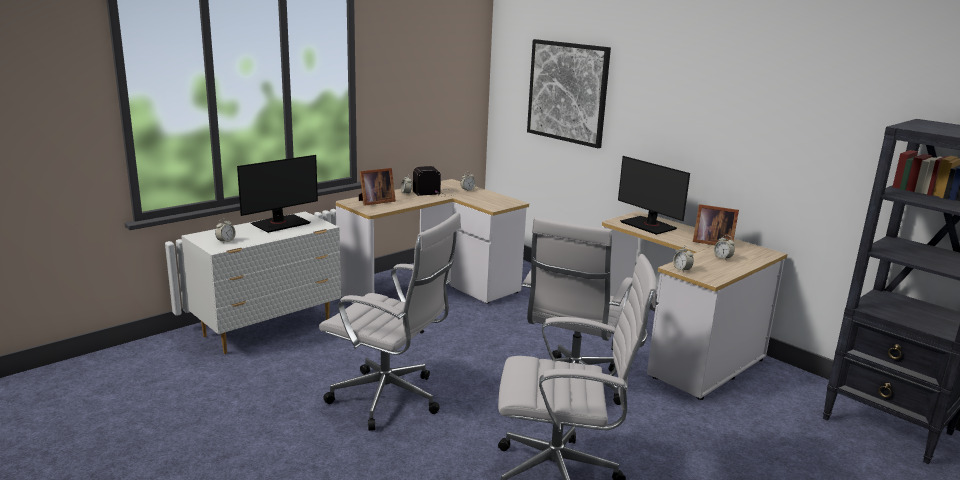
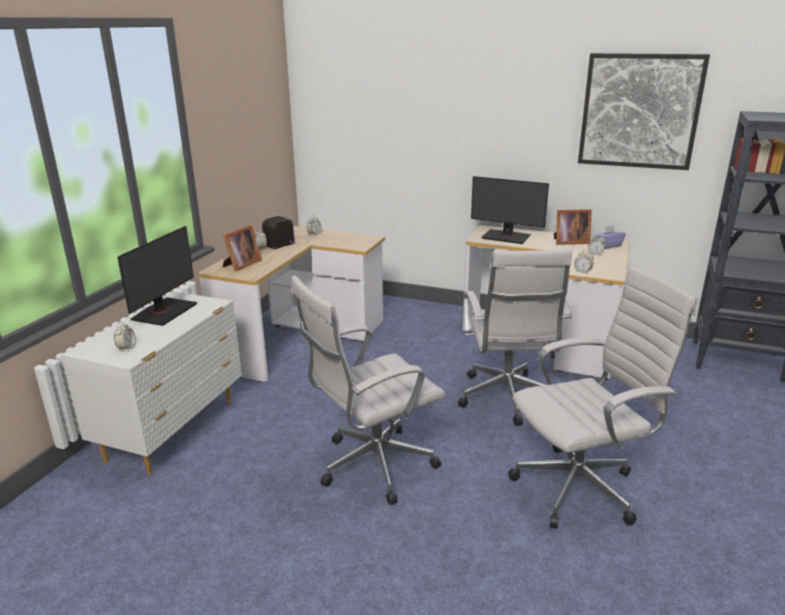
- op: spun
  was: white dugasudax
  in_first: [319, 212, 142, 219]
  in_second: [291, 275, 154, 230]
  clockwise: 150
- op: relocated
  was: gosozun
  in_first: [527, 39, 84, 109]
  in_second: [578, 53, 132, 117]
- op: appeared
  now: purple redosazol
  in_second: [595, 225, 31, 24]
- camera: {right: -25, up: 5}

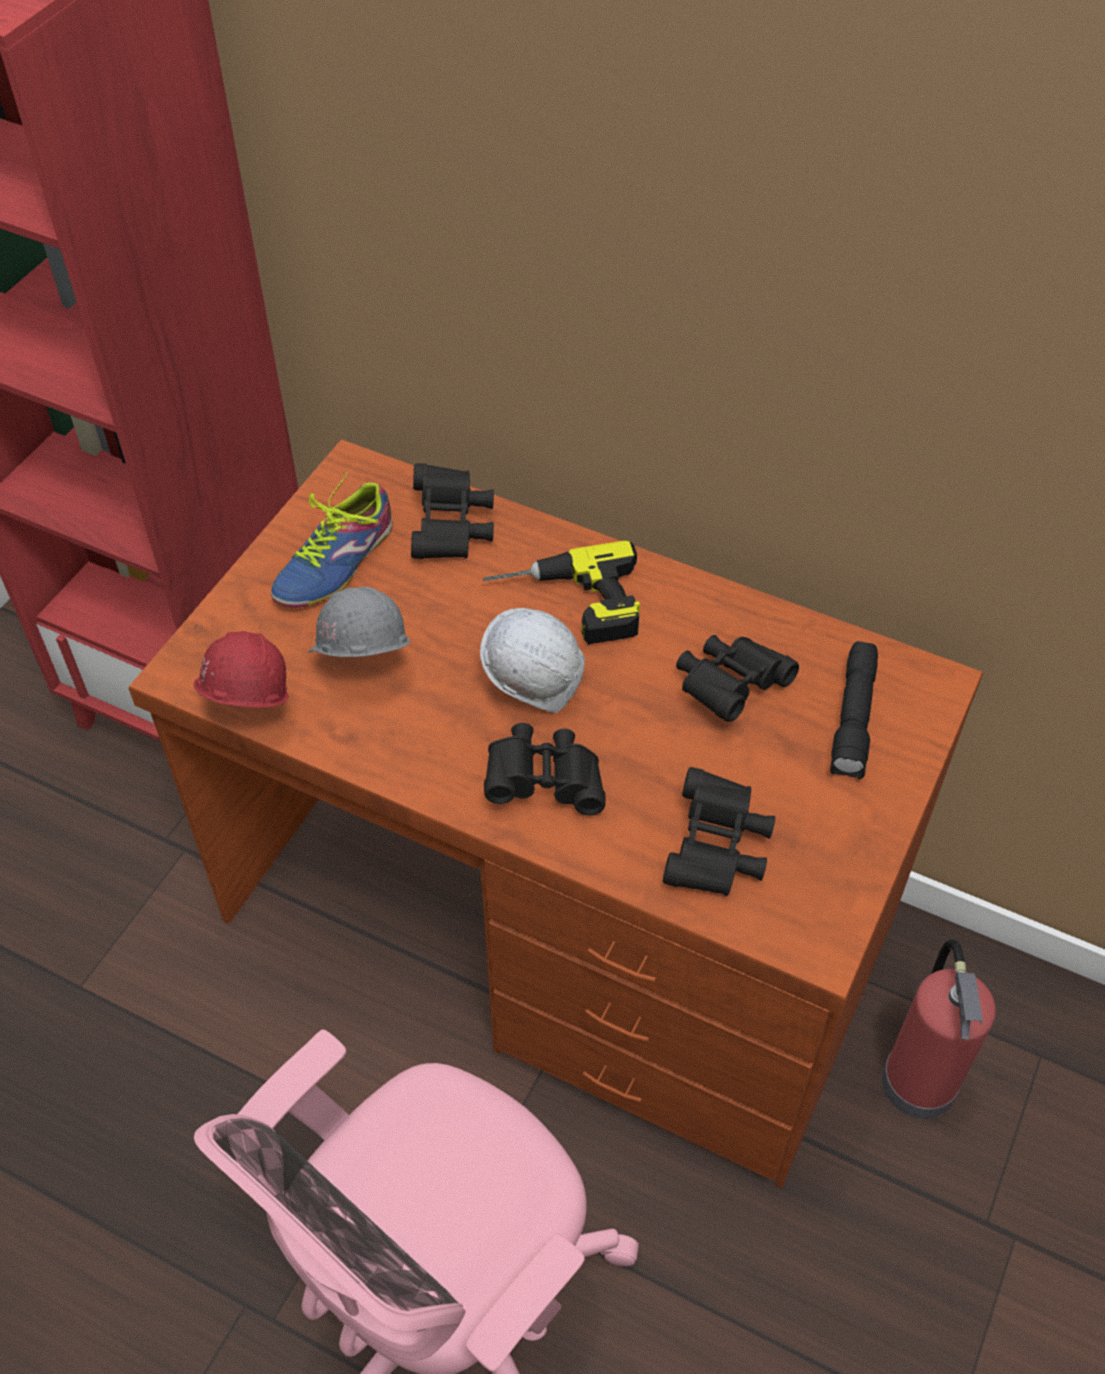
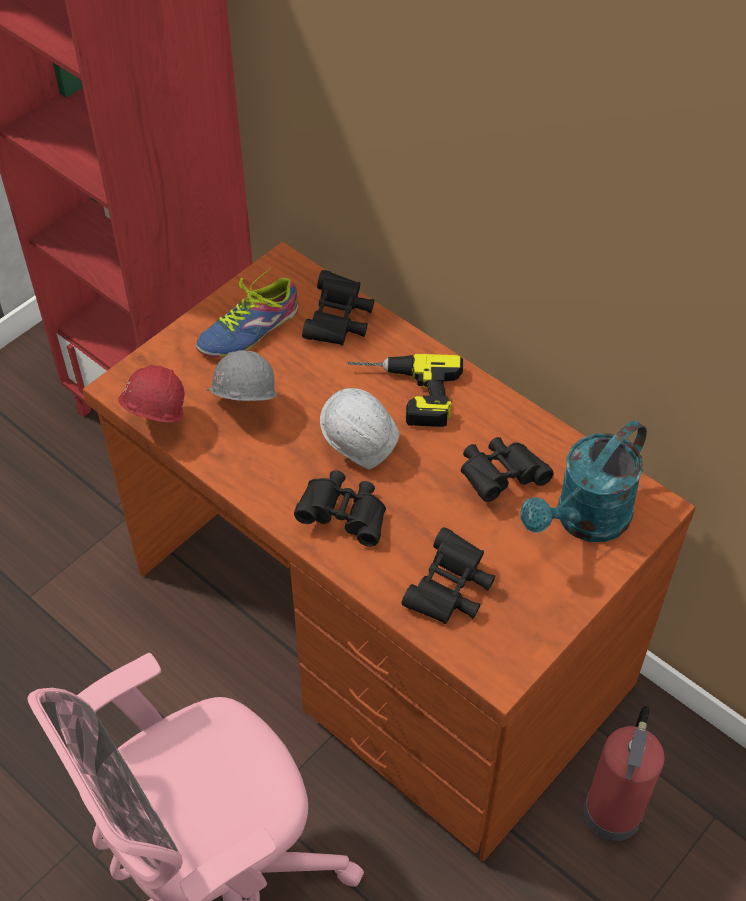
- op: exchanged
  was: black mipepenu
  now: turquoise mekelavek
  in_first: [830, 641, 48, 139]
  in_second: [521, 421, 126, 121]
- camera: {right: 15, up: 0}

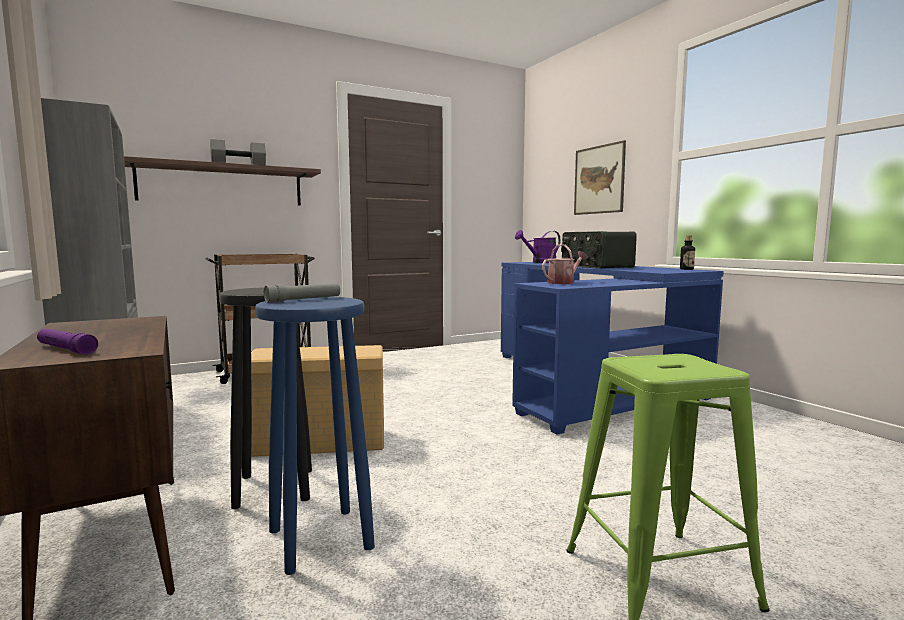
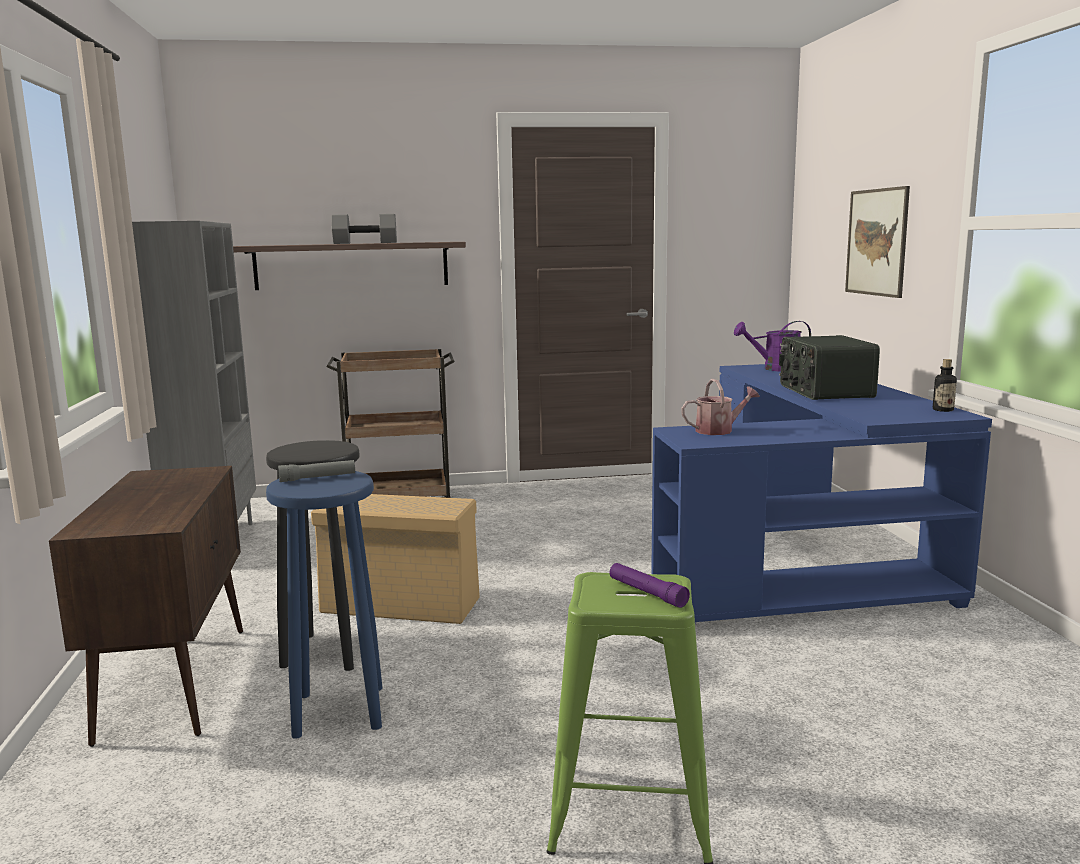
- op: relocated
  was: purple mipepenu
  in_first: [37, 329, 61, 26]
  in_second: [609, 563, 81, 45]
- camera: {right: 20, up: 5}

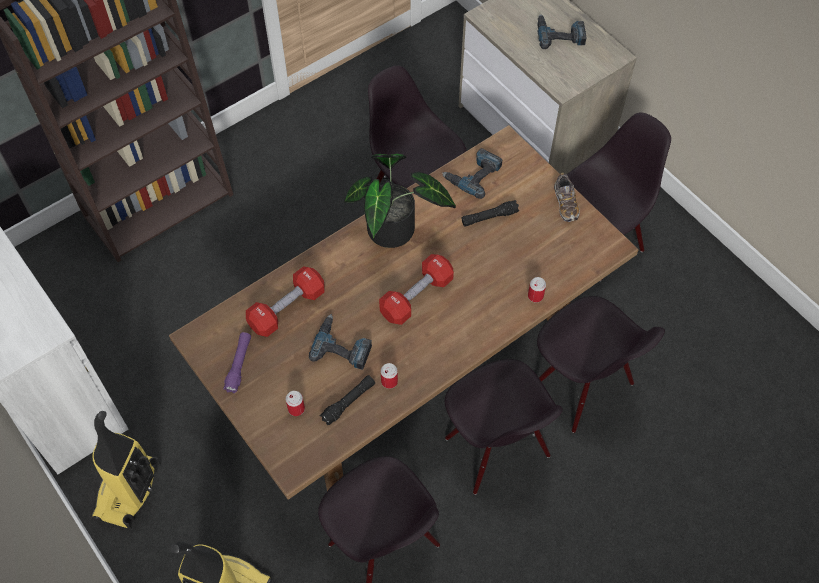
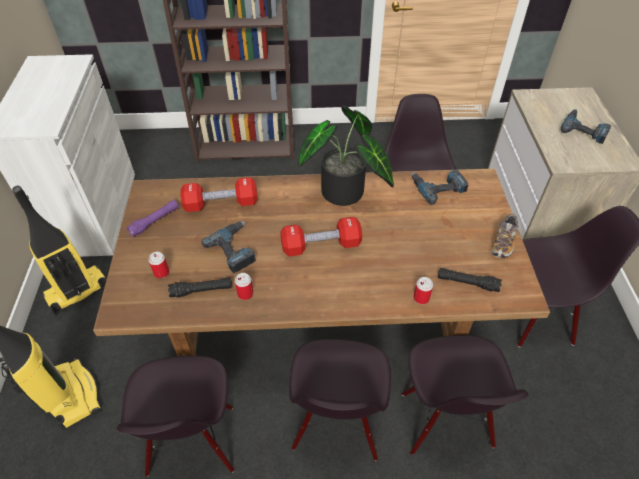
- op: relocated
  was: black mipepenu
  in_first: [462, 200, 57, 27]
  in_second: [438, 268, 64, 24]
- camera: {right: 35, up: -10}

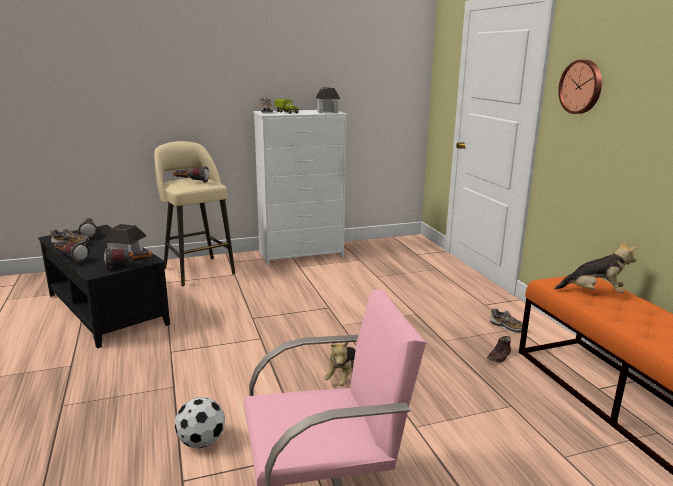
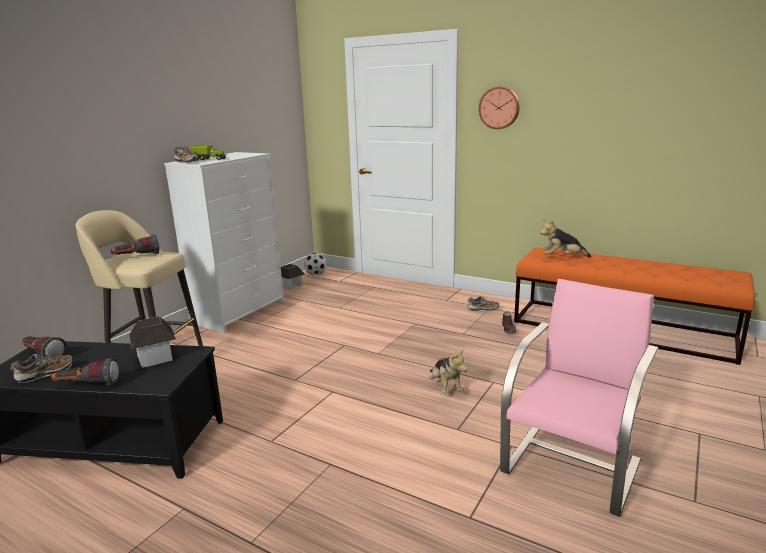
- op: relocated
  was: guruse
  in_first: [316, 87, 24, 26]
  in_second: [281, 264, 24, 26]
- op: relocated
  was: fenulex
  in_first: [175, 397, 50, 51]
  in_second: [304, 252, 23, 23]
- op: spun
  was: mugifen
  in_first: [554, 240, 83, 53]
  in_second: [540, 219, 51, 38]
  clockwise: -150
- op: missing
  was: mipepenu
  in_first: [104, 248, 49, 21]
- camera: {right: -40, up: 0}

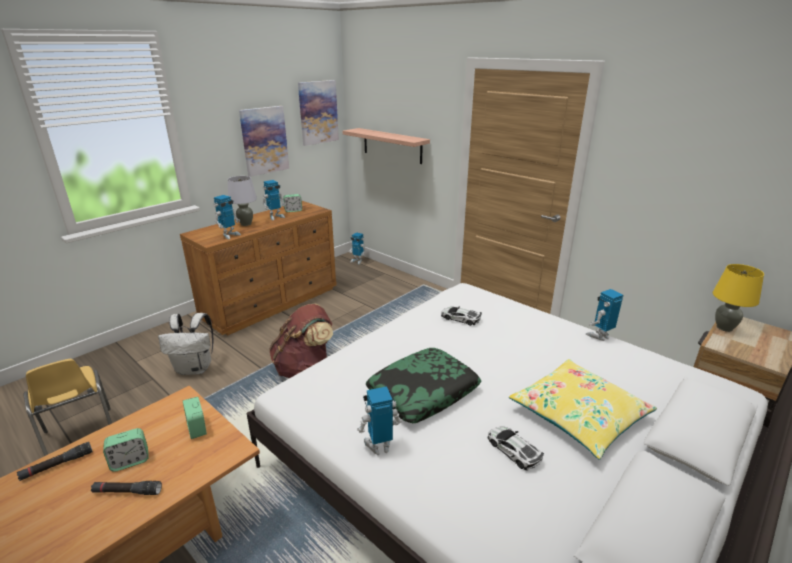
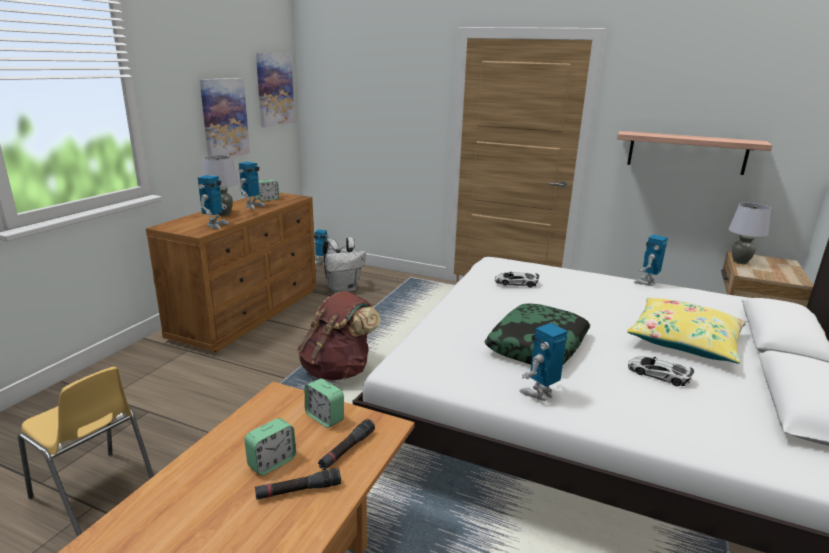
- op: relocated
  was: black mipepenu
  in_first: [17, 442, 76, 39]
  in_second: [318, 419, 57, 51]
- op: relocated
  was: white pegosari
  in_first: [158, 313, 55, 62]
  in_second: [323, 237, 43, 56]
- op: relocated
  was: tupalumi
  in_first: [343, 128, 87, 36]
  in_second: [617, 131, 155, 44]
- op: colour
  was: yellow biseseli
  now: grey biseseli
  in_first: [713, 264, 51, 68]
  in_second: [728, 203, 43, 61]
- camera: {right: -20, up: -5}

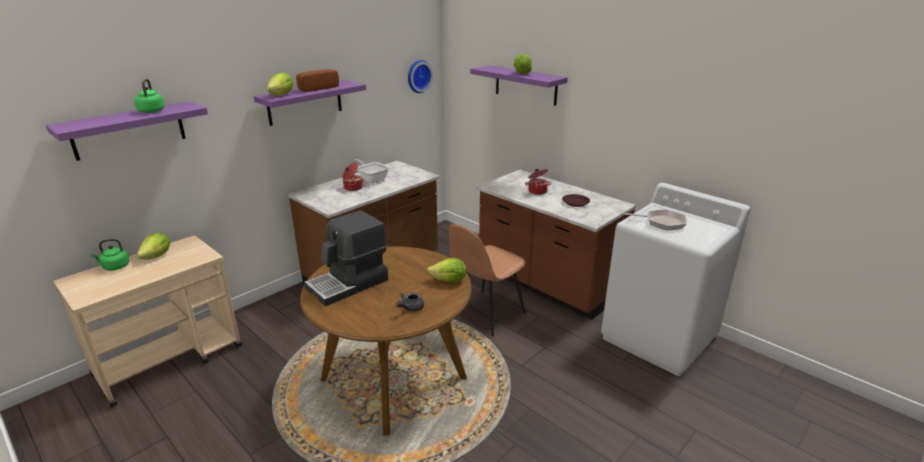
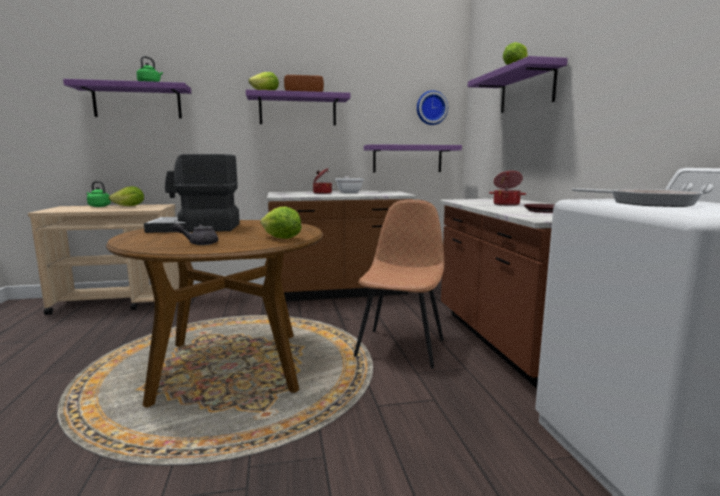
- op: spun
  was: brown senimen
  in_first: [449, 224, 77, 112]
  in_second: [354, 199, 90, 170]
  clockwise: 120
- op: appeared
  now: purple tupalumi
  in_second: [364, 144, 98, 28]
- camera: {right: 35, up: -15}

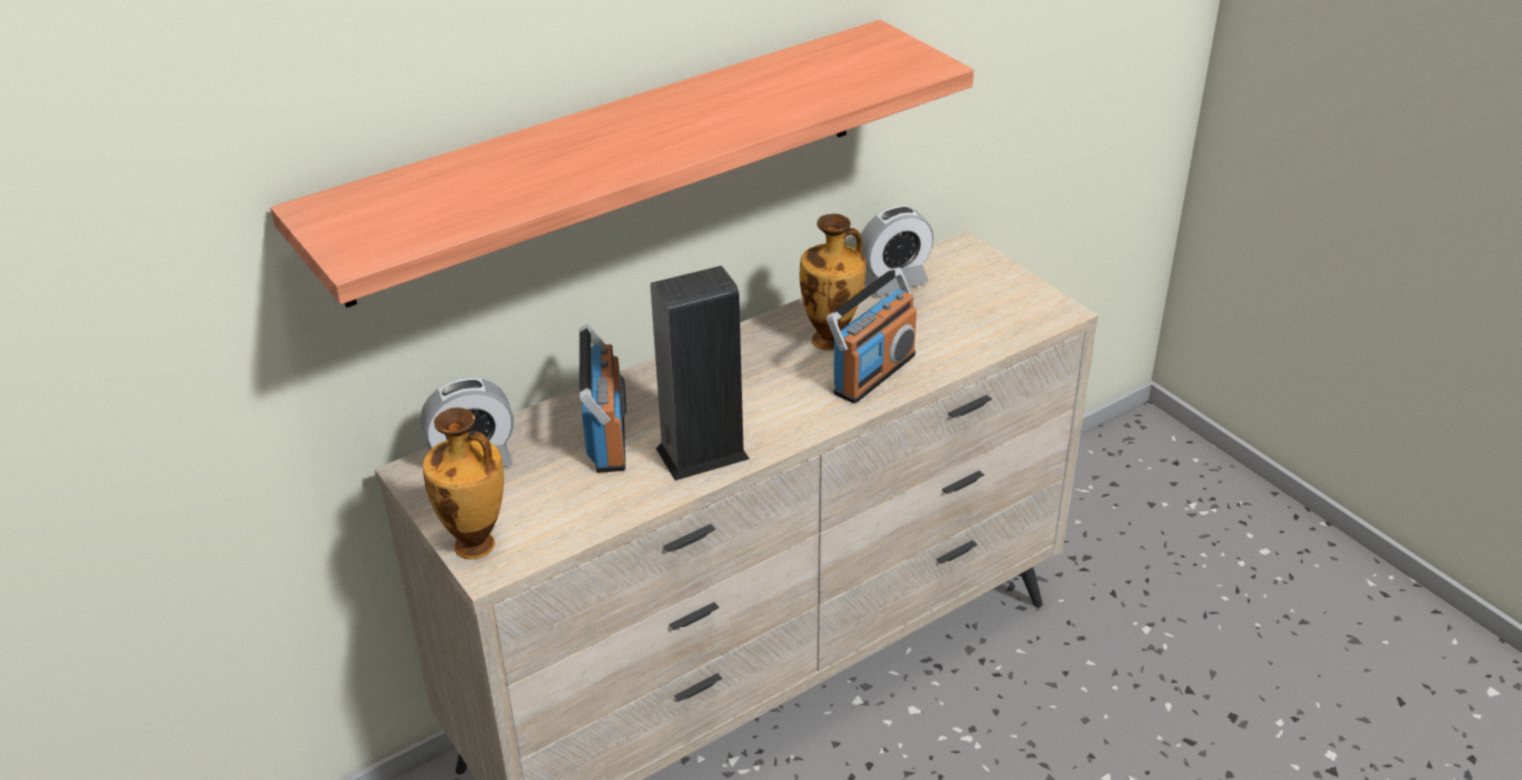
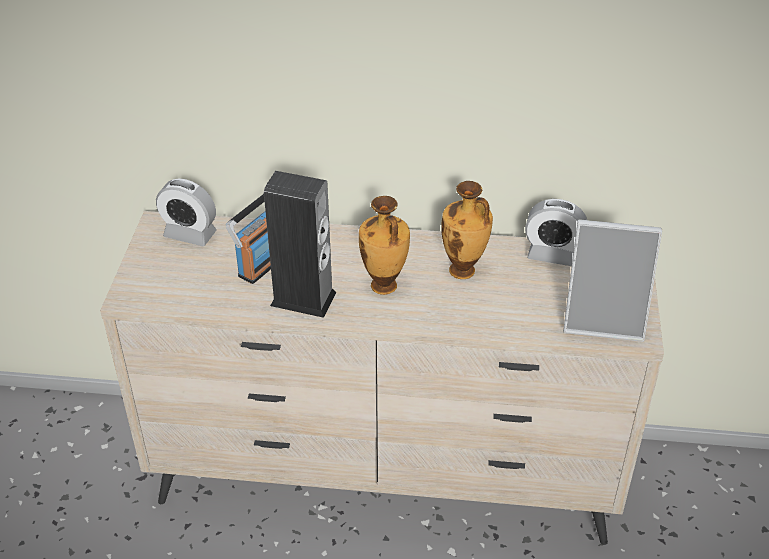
- op: relocated
  was: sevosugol
  in_first: [423, 408, 81, 151]
  in_second: [359, 196, 51, 99]
- op: appeared
  now: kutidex
  in_second: [563, 219, 99, 123]
- op: missing
  was: tupalumi
  in_first: [270, 20, 704, 288]
- op: missing
  was: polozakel
  in_first: [827, 267, 90, 137]
- camera: {right: 40, up: 5}

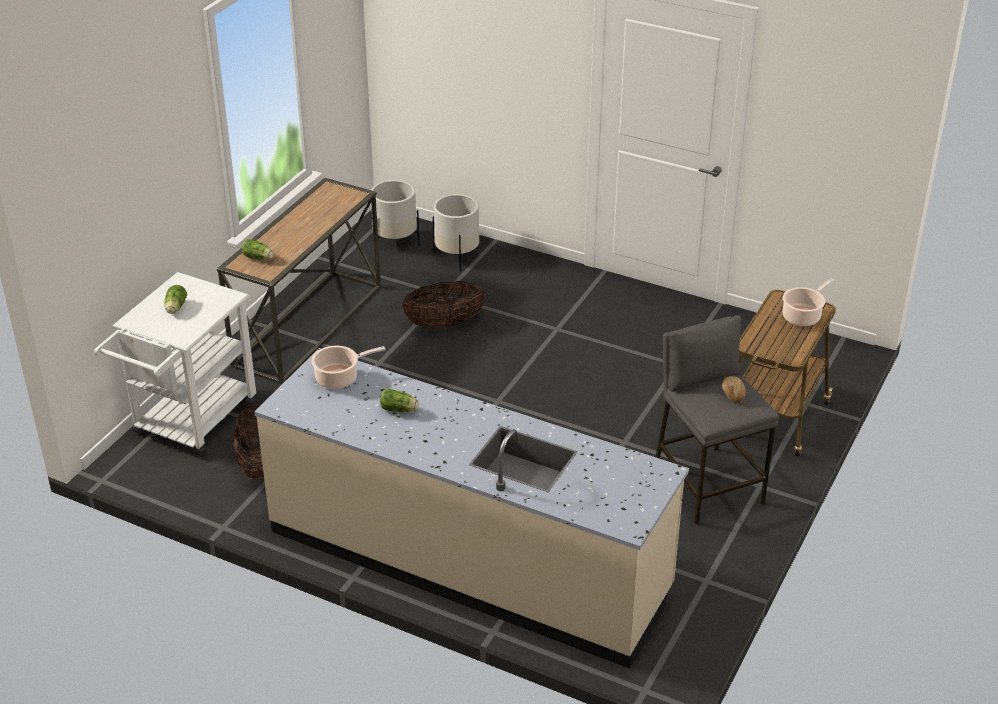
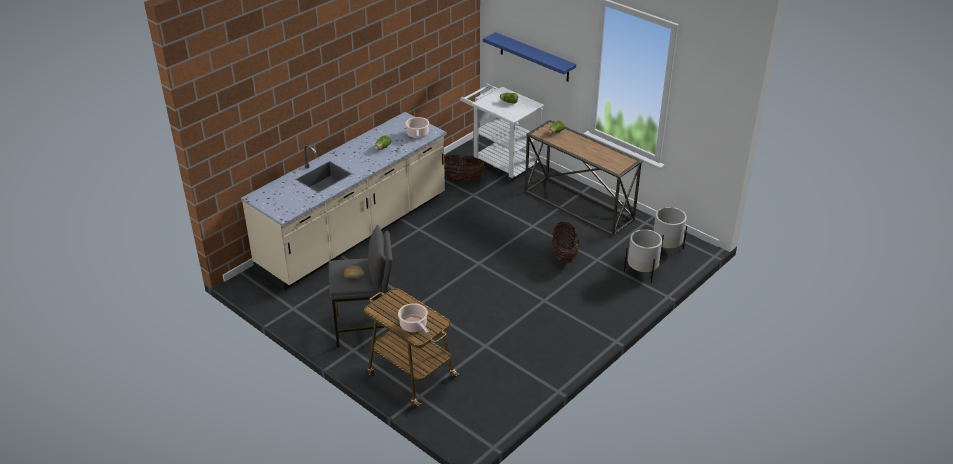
- op: appeared
  now: blue tupalumi
  in_second: [483, 32, 93, 50]
- camera: {right: 105, up: 0}

